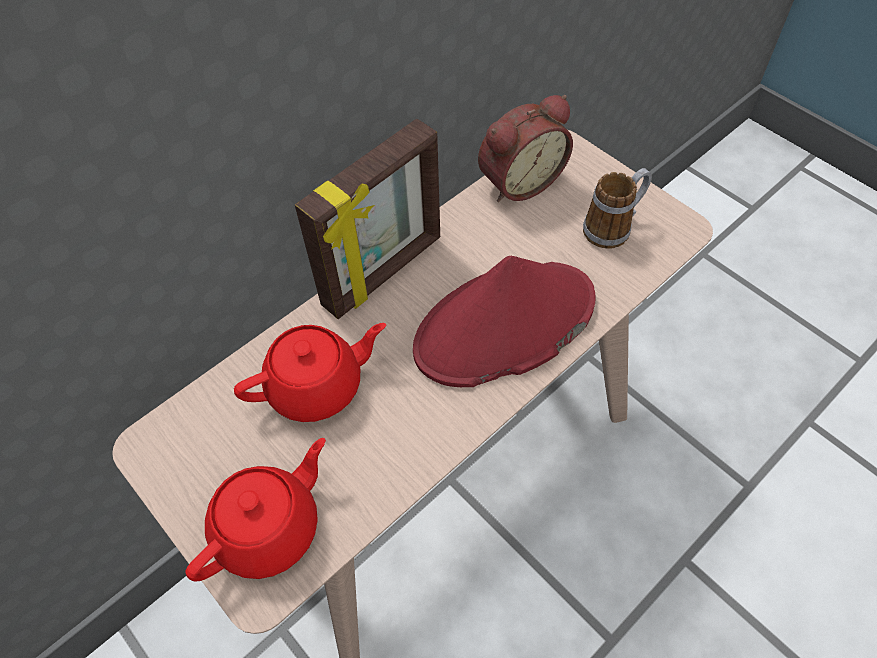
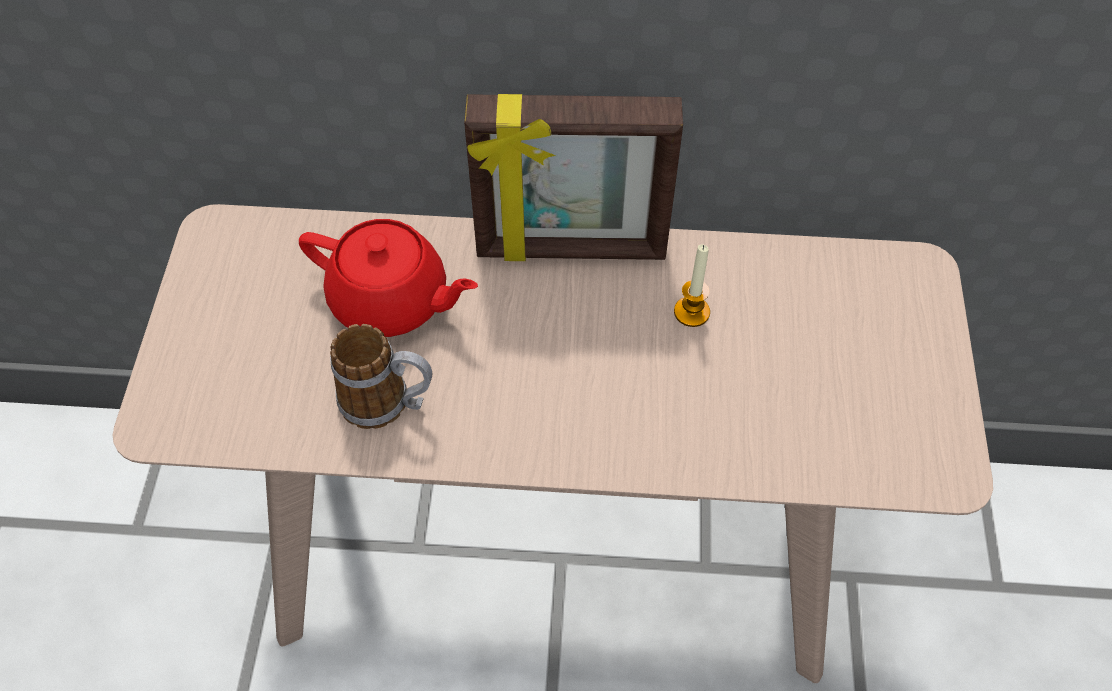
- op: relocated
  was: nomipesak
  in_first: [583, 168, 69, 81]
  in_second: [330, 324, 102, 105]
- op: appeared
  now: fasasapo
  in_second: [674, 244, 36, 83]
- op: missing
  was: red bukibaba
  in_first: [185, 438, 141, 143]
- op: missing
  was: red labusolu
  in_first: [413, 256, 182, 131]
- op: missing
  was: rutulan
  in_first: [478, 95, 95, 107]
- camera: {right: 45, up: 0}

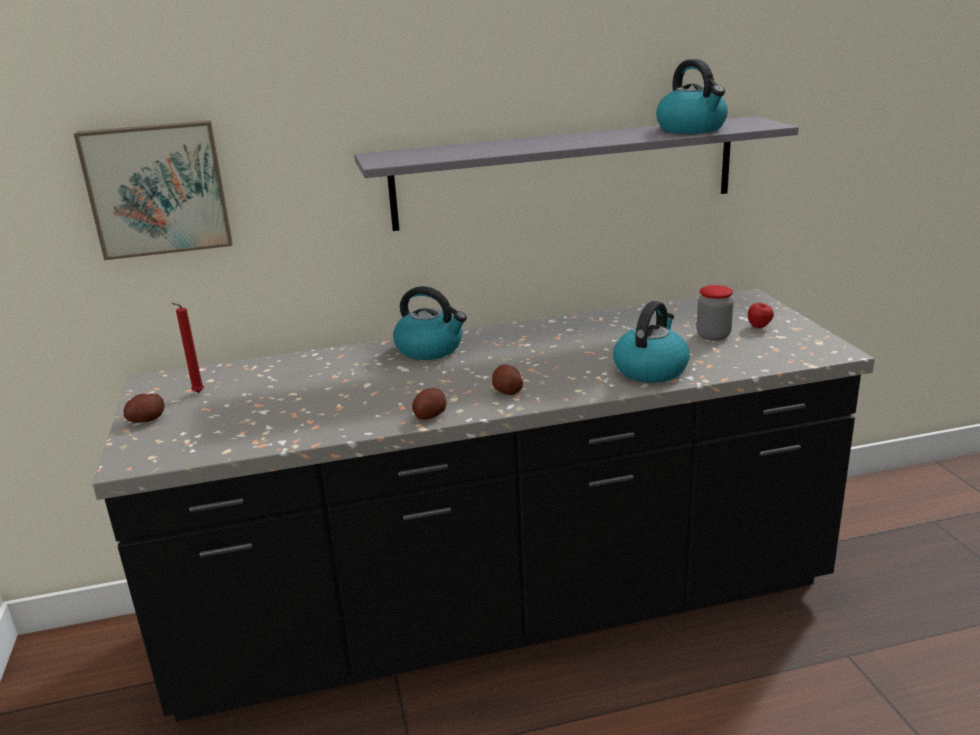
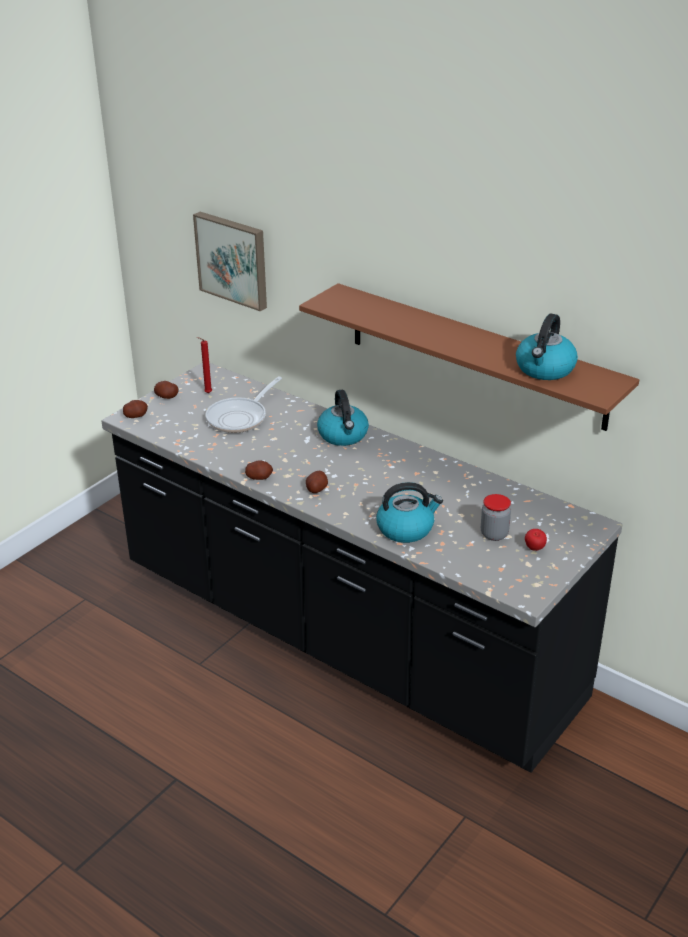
- op: appeared
  now: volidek
  in_second: [123, 400, 25, 18]
- op: appeared
  now: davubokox
  in_second: [206, 376, 76, 57]
- op: colour
  was: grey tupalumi
  now: brown tupalumi
  in_first: [354, 116, 445, 115]
  in_second: [299, 283, 340, 148]
- camera: {right: 50, up: 10}

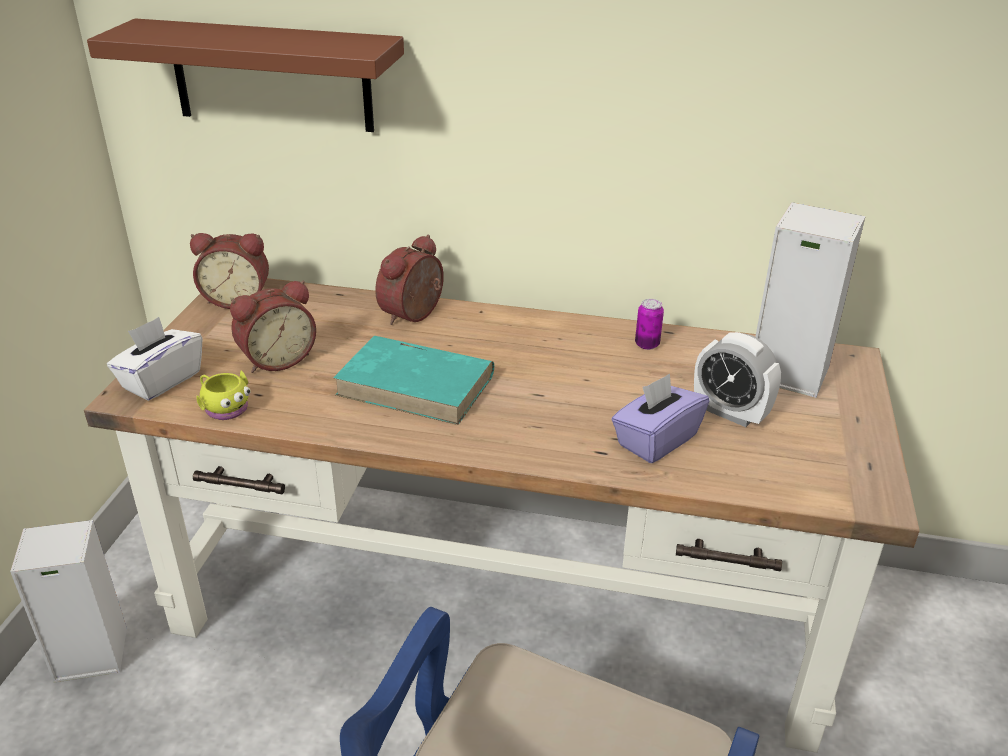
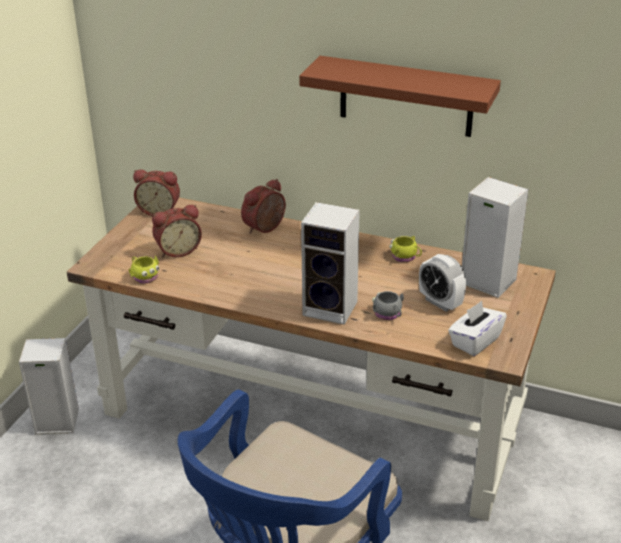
- op: relocated
  was: brown tupalumi
  in_first: [87, 18, 317, 114]
  in_second: [299, 56, 202, 81]
- op: appeared
  now: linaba
  in_second: [301, 202, 59, 123]
- op: exchanged
  was: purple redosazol
  now: grey nomipesak
  in_first: [611, 373, 98, 90]
  in_second: [372, 291, 32, 29]
- op: exchanged
  was: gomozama
  now: yellow nomipesak
  in_first: [635, 299, 29, 51]
  in_second: [389, 236, 33, 26]
- op: relocated
  was: white redosazol
  in_first: [107, 317, 95, 84]
  in_second: [448, 301, 59, 55]
- op: missing
  was: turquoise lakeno
  in_first: [333, 336, 161, 89]
- camera: {right: 10, up: 0}

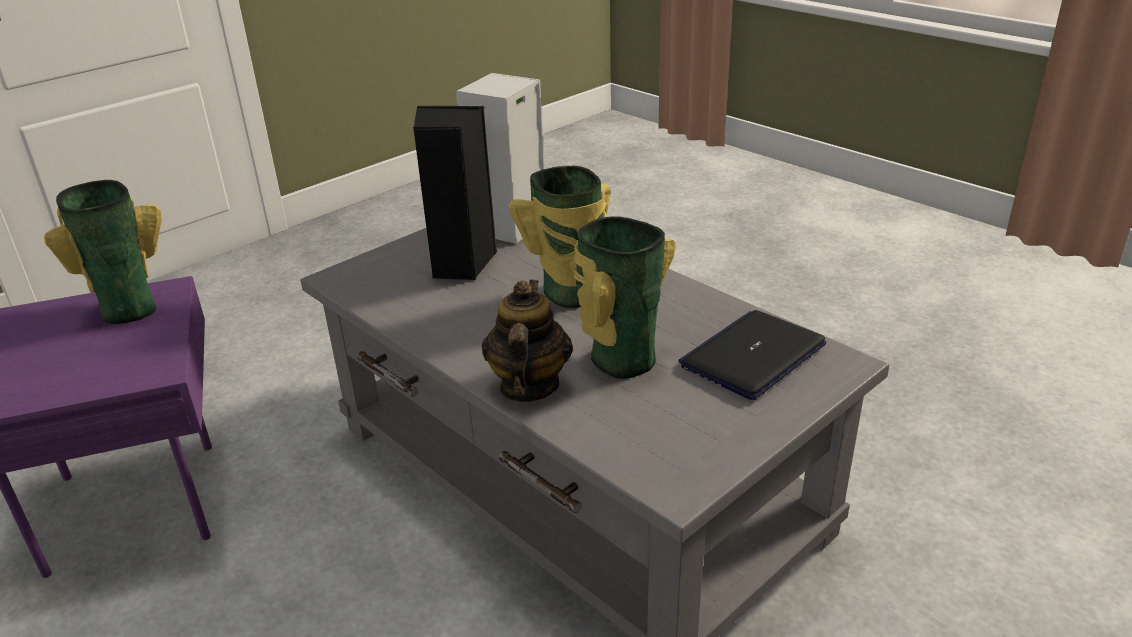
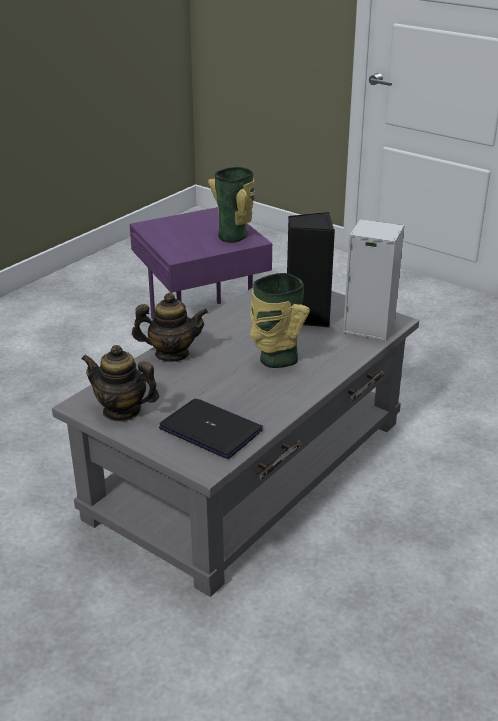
- op: appeared
  now: bukibaba
  in_second: [81, 345, 78, 77]
- op: missing
  was: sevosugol
  in_first: [573, 216, 103, 163]
- camera: {right: 80, up: 0}

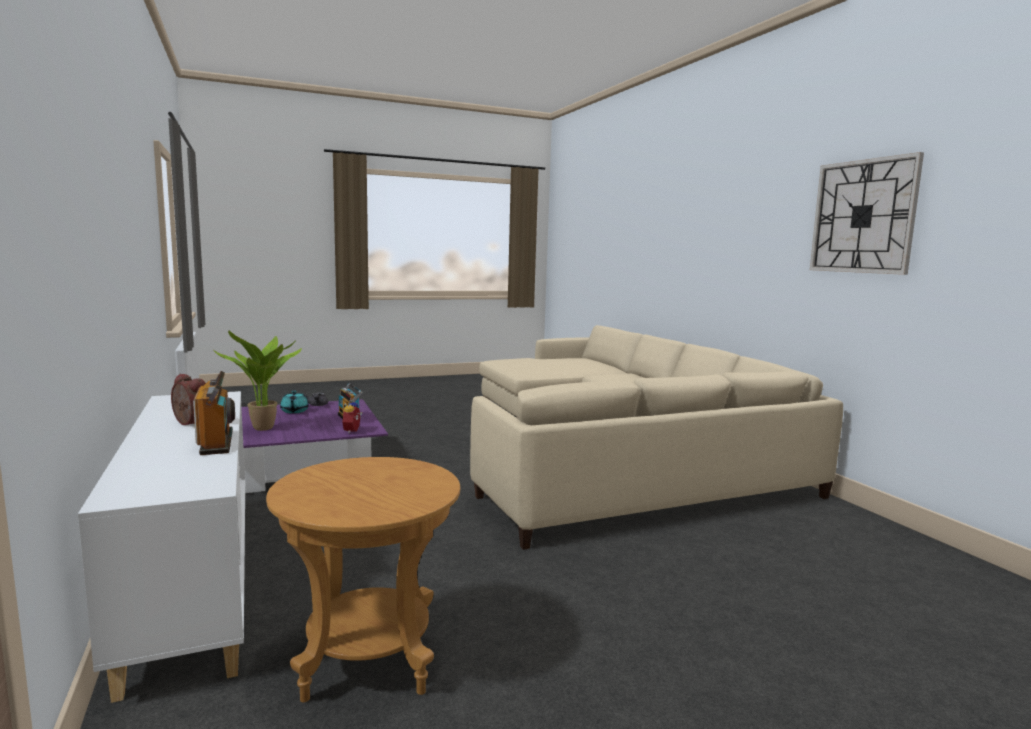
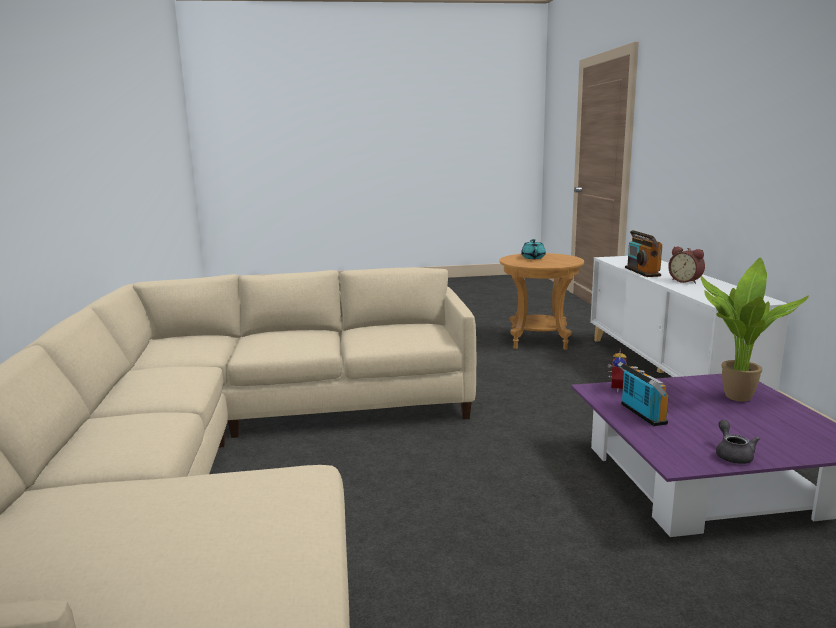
- op: relocated
  was: turquoise bukibaba
  in_first: [280, 391, 29, 22]
  in_second: [521, 239, 25, 20]
- op: missing
  was: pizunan
  in_first: [810, 152, 114, 123]
- camera: {right: -165, up: 5}

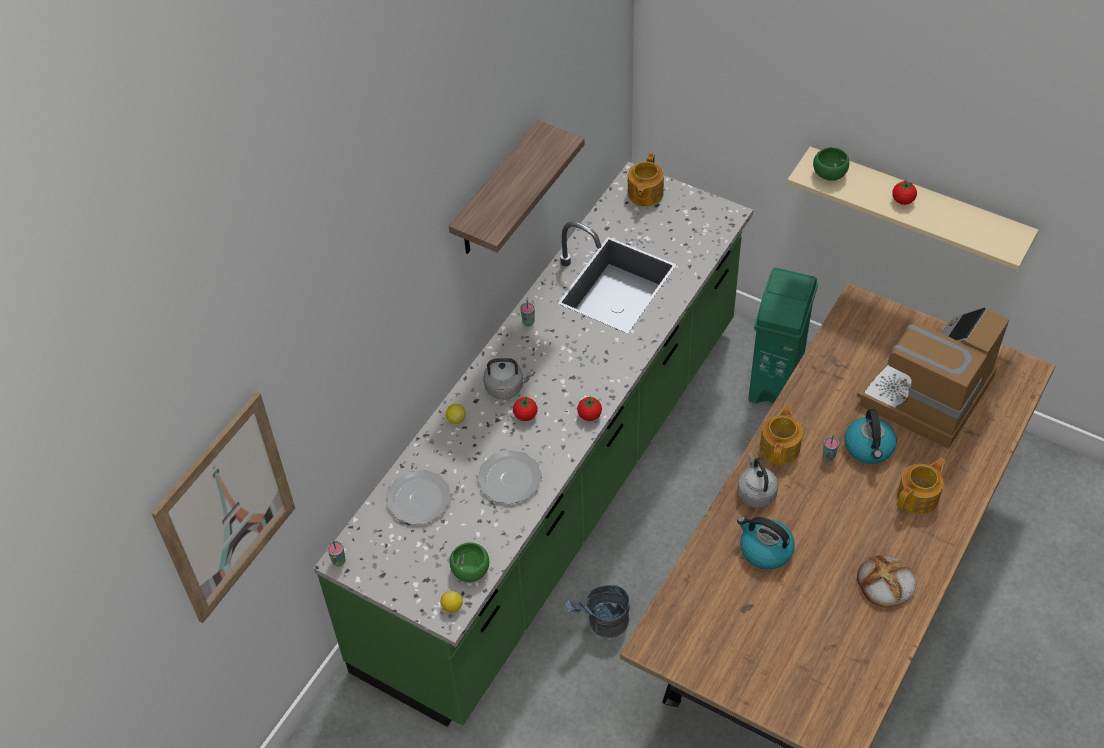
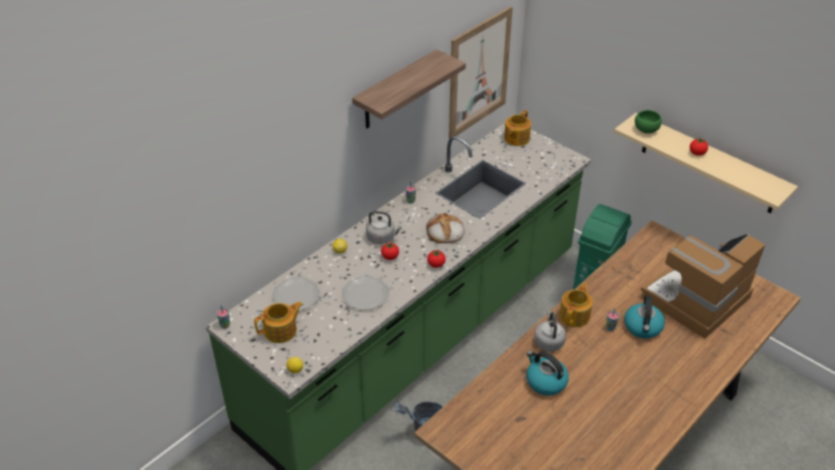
- op: relocated
  was: bukibaba
  in_first: [897, 458, 49, 57]
  in_second: [254, 302, 49, 41]
- op: relocated
  was: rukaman
  in_first: [857, 555, 59, 52]
  in_second: [427, 213, 38, 30]
- op: relocated
  was: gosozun
  in_first: [151, 392, 144, 231]
  in_second: [449, 6, 64, 133]
- op: missing
  was: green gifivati
  in_first: [450, 542, 39, 40]
- camera: {right: 10, up: -10}

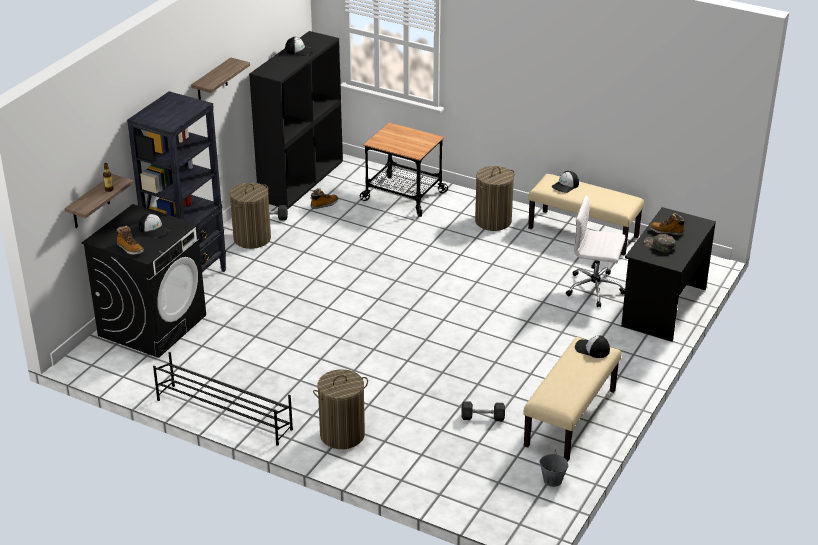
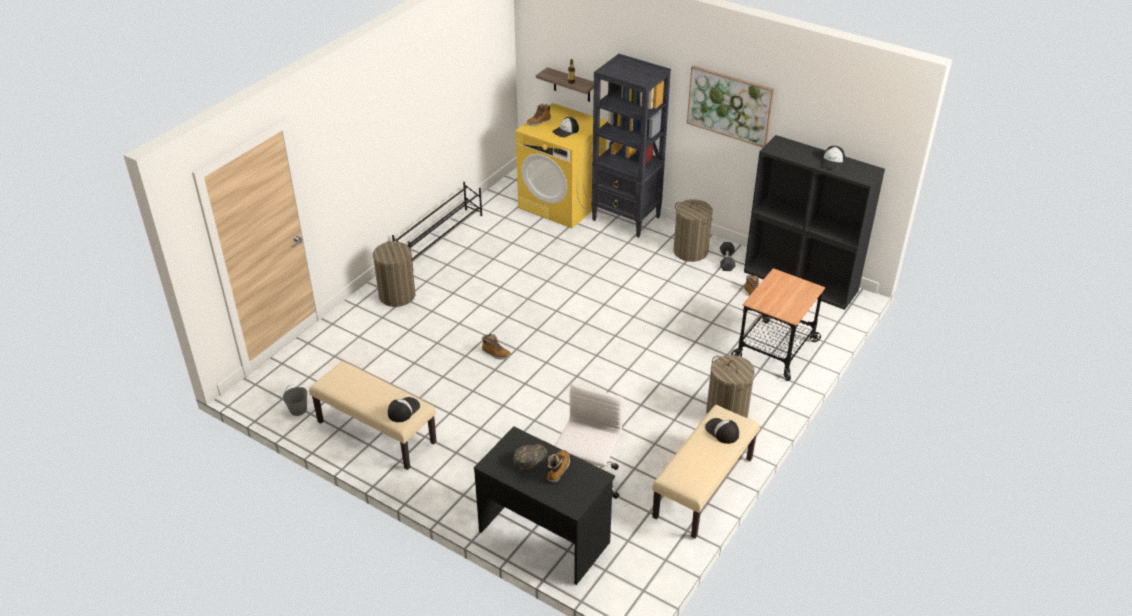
- op: appeared
  now: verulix
  in_second: [482, 334, 29, 25]
- op: colour
  was: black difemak
  now: yellow difemak
  in_first: [82, 204, 124, 154]
  in_second: [516, 103, 92, 125]
- op: exchanged
  was: tupalumi
  now: gosozun
  in_first: [191, 58, 59, 42]
  in_second: [687, 65, 87, 83]
- op: missing
  was: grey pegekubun
  in_first: [461, 401, 44, 20]
- camera: {right: 95, up: 5}

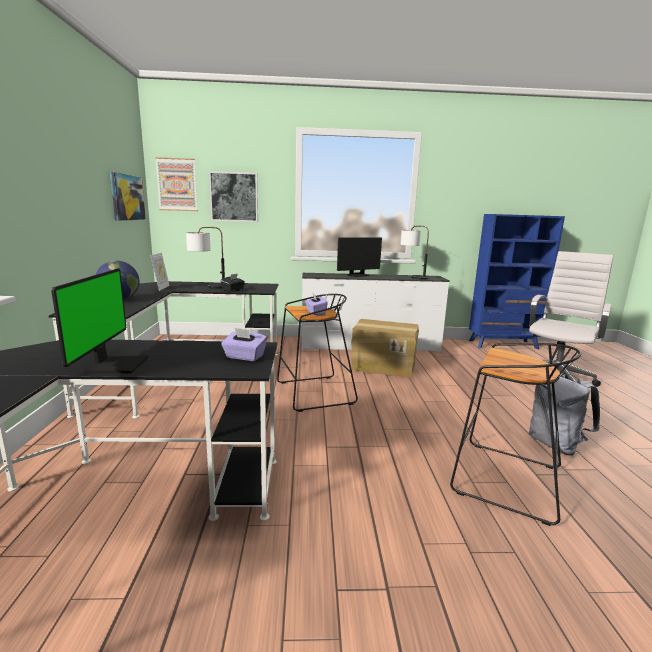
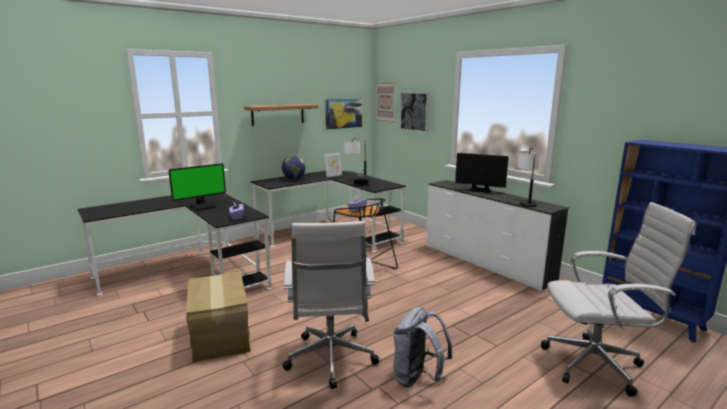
- op: relocated
  was: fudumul
  in_first: [351, 319, 68, 59]
  in_second: [186, 272, 64, 91]
- op: appeared
  now: tupalumi
  in_second: [244, 104, 75, 22]
- op: exchanged
  was: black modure
  now: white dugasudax
  in_first: [450, 343, 131, 183]
  in_second: [283, 221, 96, 168]
- camera: {right: 55, up: 0}

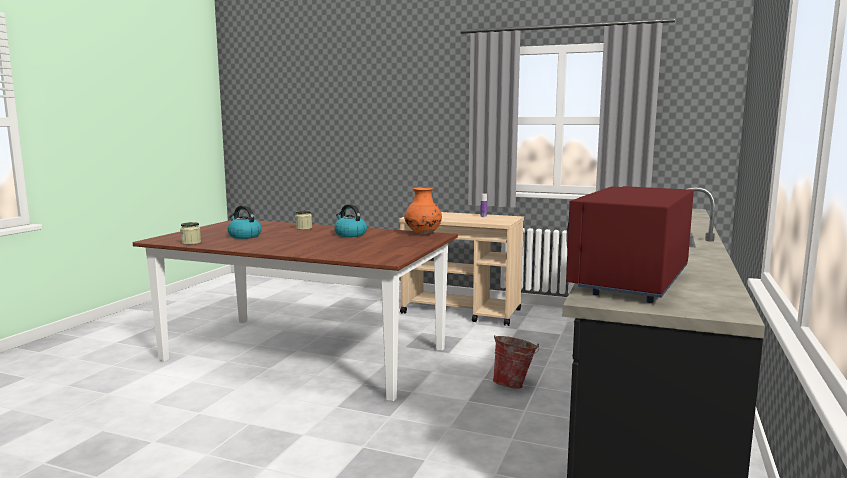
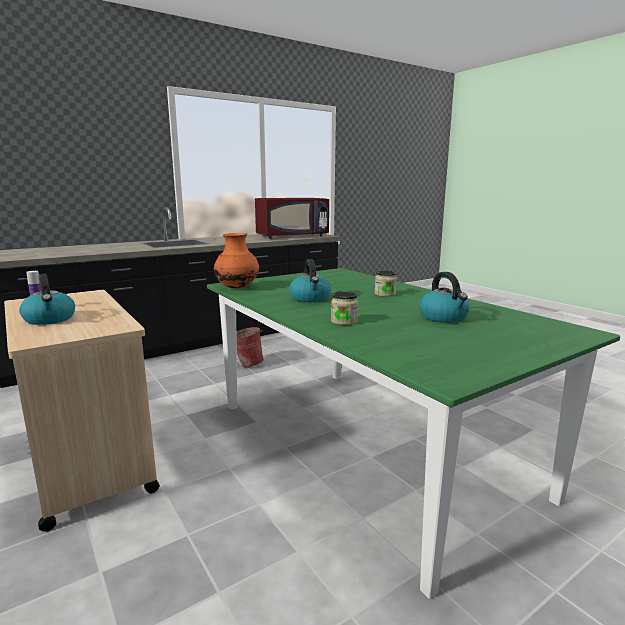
- op: appeared
  now: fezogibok
  in_second: [19, 274, 56, 51]
- op: colour
  was: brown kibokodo
  now: green kibokodo
  in_first: [133, 220, 325, 181]
  in_second: [207, 268, 413, 331]
- op: relocated
  was: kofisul
  in_first: [180, 222, 21, 23]
  in_second: [374, 270, 23, 27]
- camera: {right: -145, up: 5}

